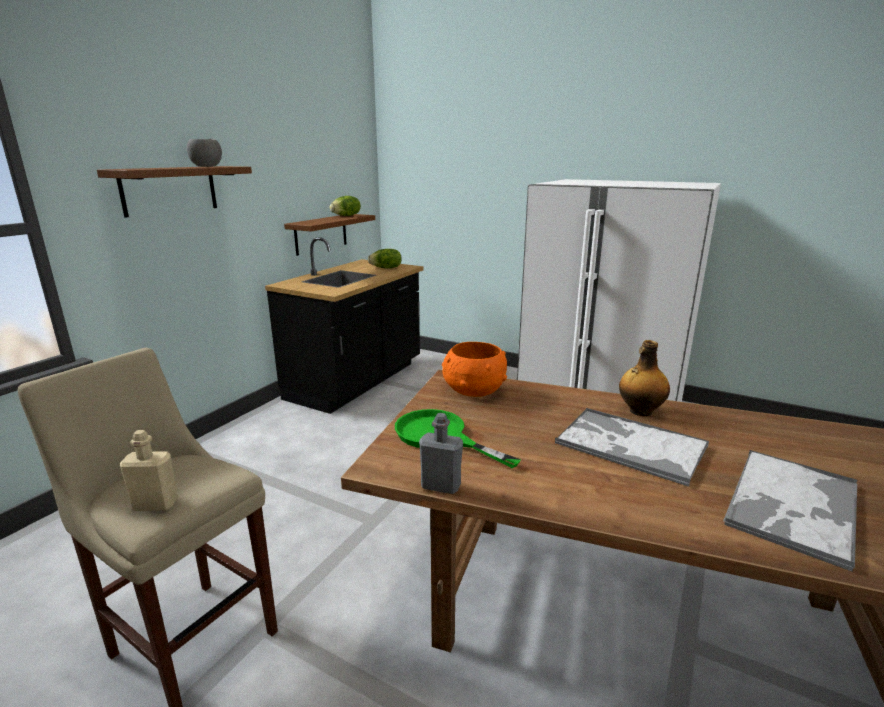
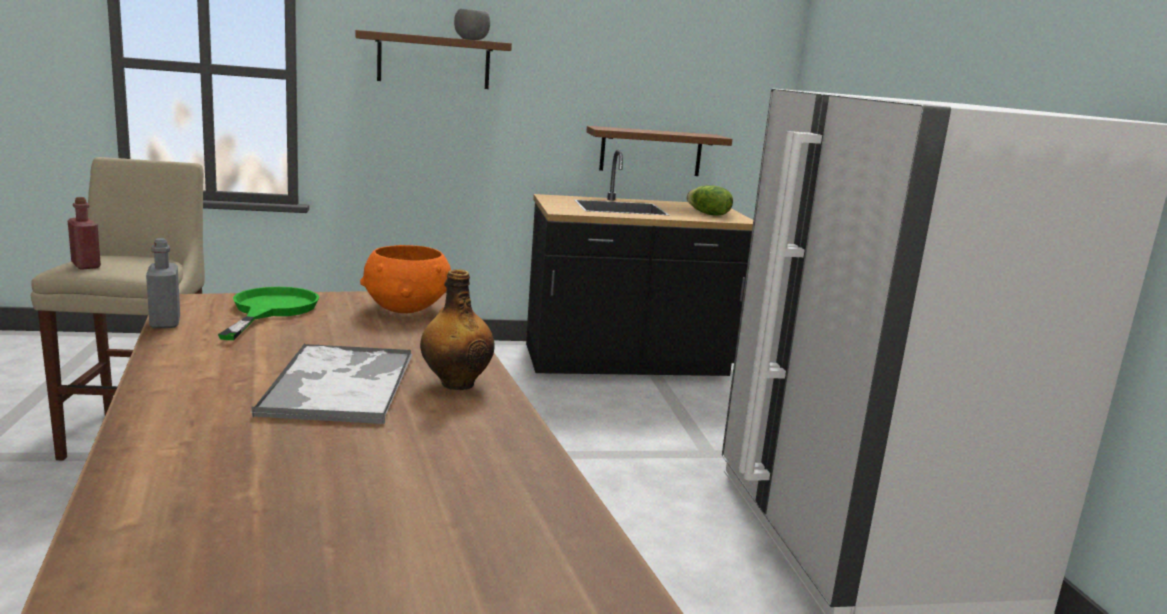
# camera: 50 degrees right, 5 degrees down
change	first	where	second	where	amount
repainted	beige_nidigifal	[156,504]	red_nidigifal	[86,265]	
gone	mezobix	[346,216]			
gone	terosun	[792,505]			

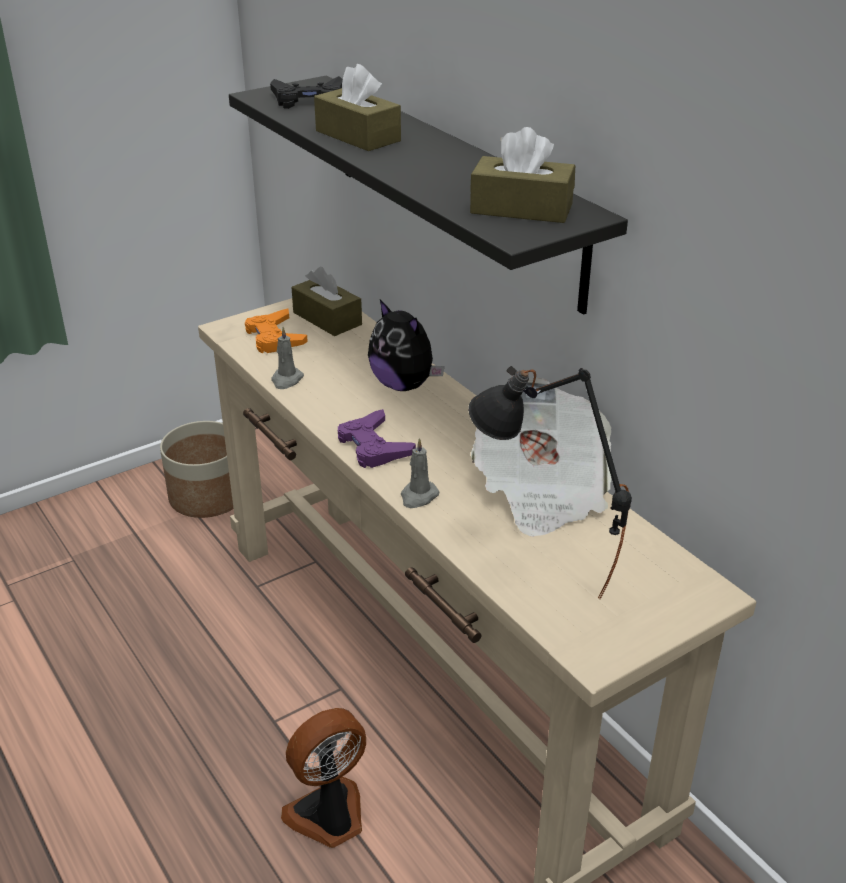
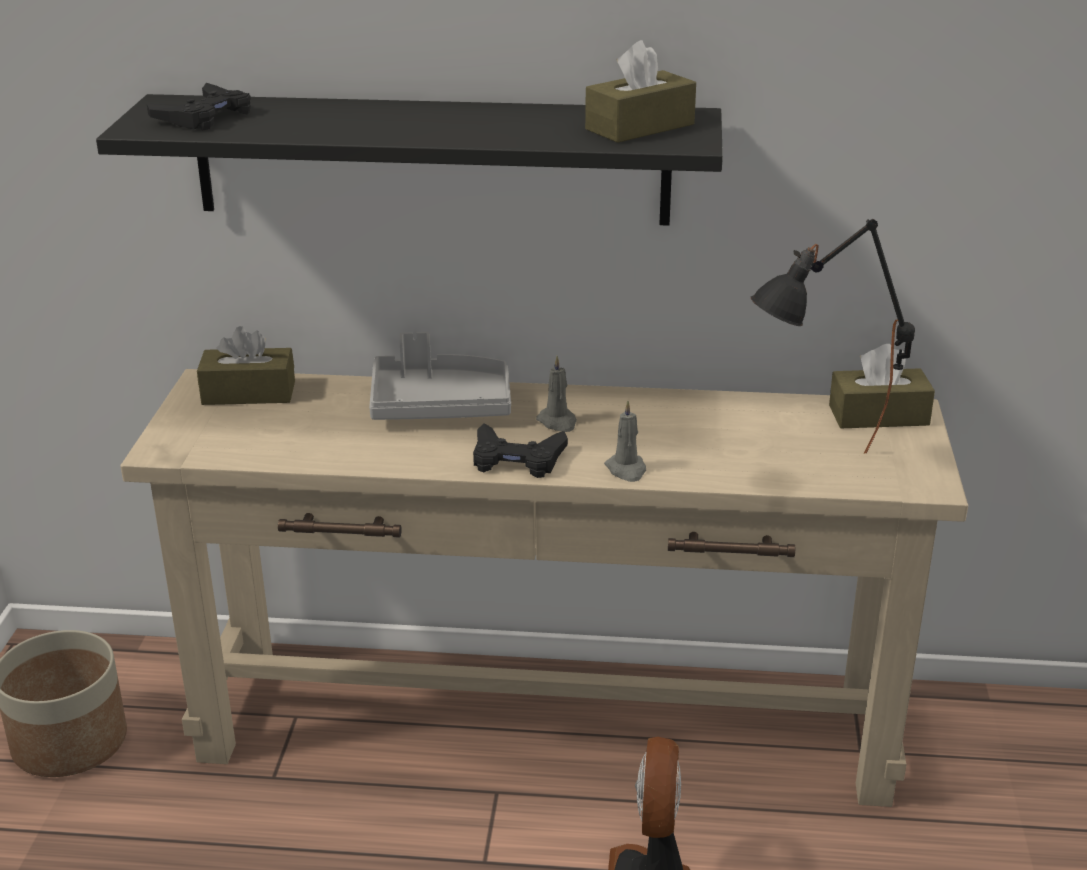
# camera: 50 degrees left, 5 degrees down
change	first	where	second	where	amount
gone	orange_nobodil	[274,338]			
shifted	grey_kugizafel	[286,380]		[558,422]	
shifted	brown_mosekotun	[358,136]		[878,415]	
repainted	purple_nobodil	[373,446]	black_nobodil	[516,459]	
swapped	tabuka	[404,385]	grey_terosun	[440,405]	
gone	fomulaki	[540,489]			

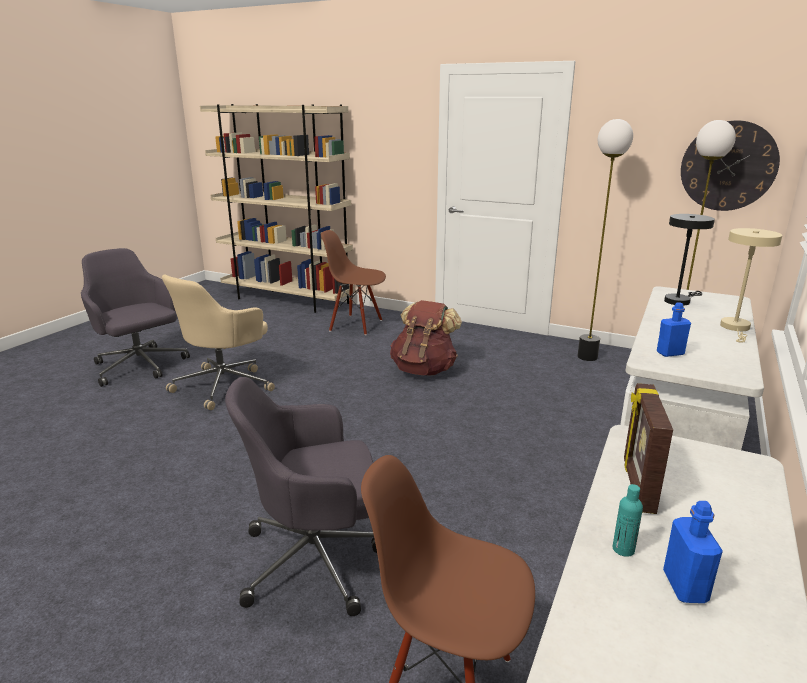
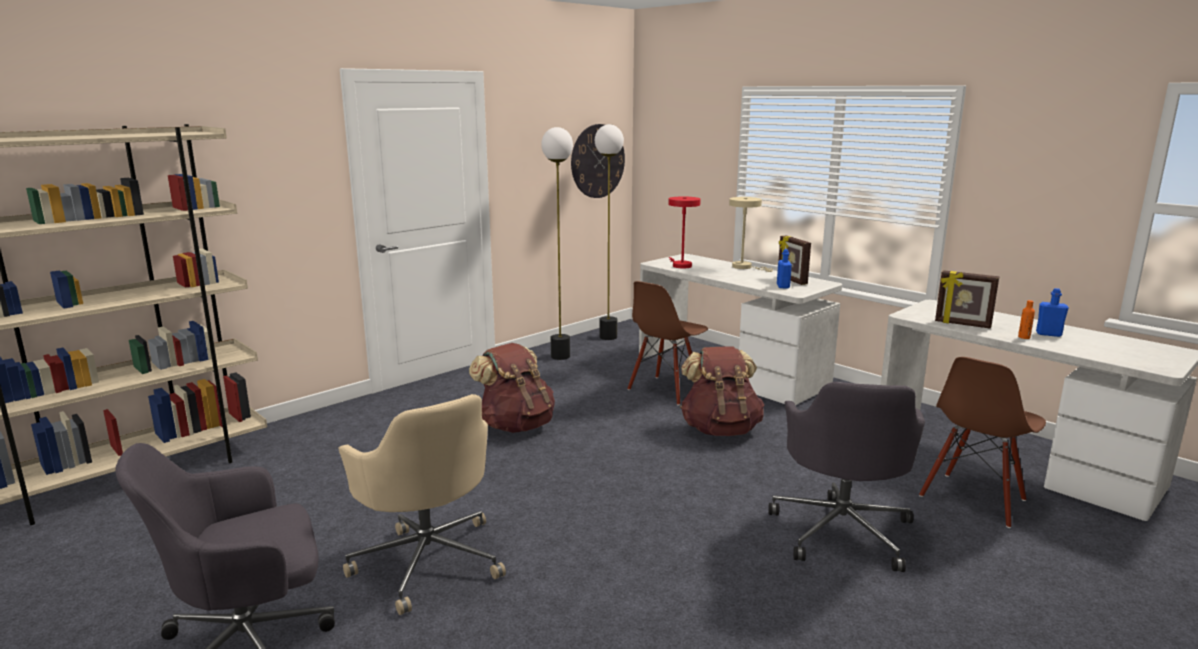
# camera: 70 degrees left, 5 degrees down
change	first	where	second	where	amount
shifted	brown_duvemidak	[356,325]		[665,390]	
repainted	turquoise_nidigifal	[623,549]	orange_nidigifal	[1024,337]	
repainted	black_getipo	[679,300]	red_getipo	[680,265]	
new			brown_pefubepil	[720,429]	
new			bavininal	[791,280]	

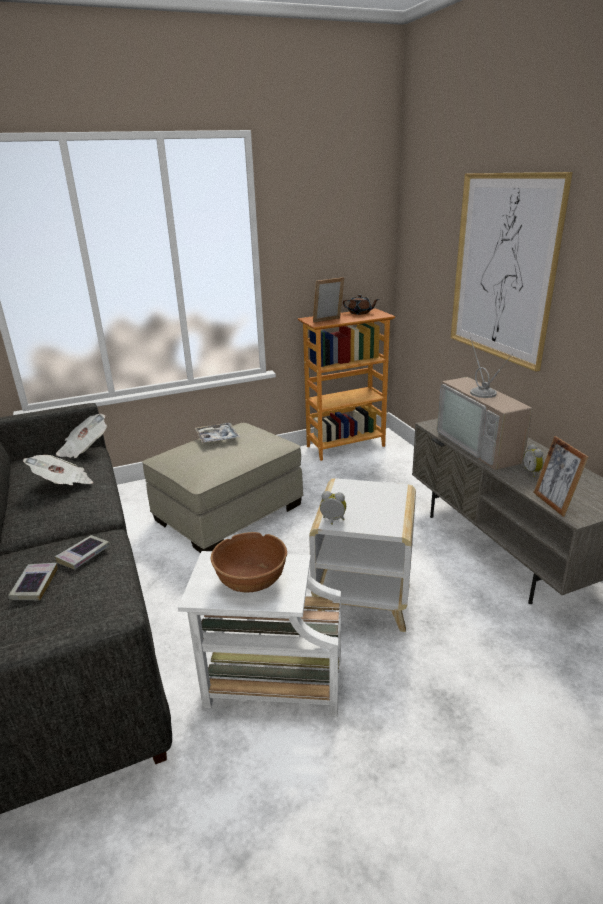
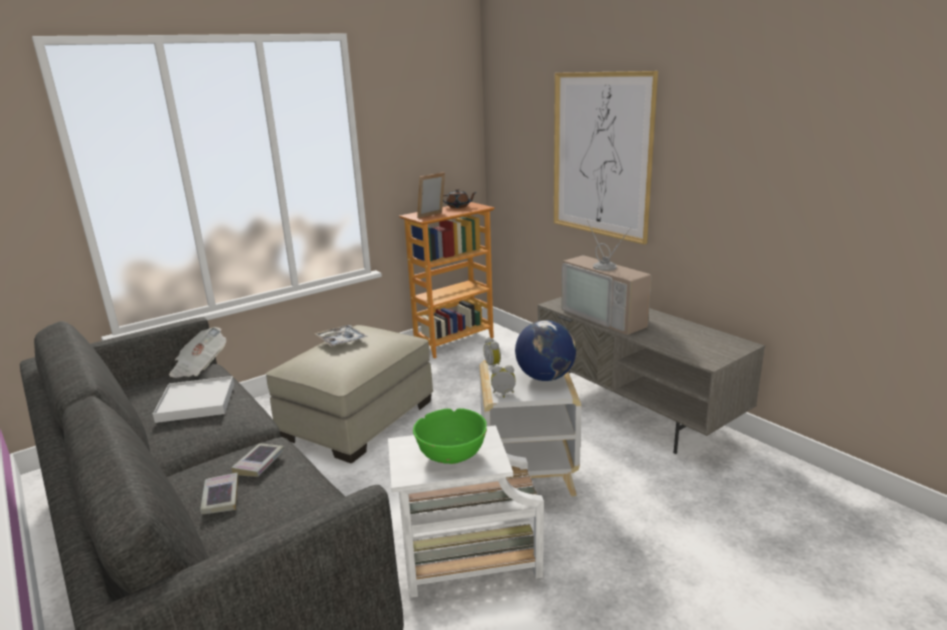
# camera: 15 degrees left, 5 degrees down
change	first	where	second	where	amount
swapped	fomulaki	[63,484]	white_terosun	[197,402]	
repainted	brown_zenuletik	[251,581]	green_zenuletik	[451,455]	
shifted	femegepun	[532,472]		[493,365]	
gone	bavininal	[553,503]			
new			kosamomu	[545,377]	

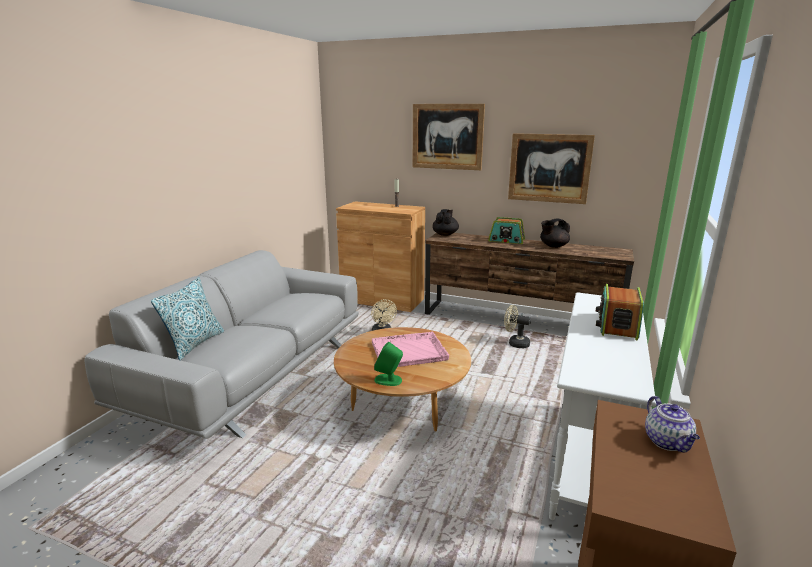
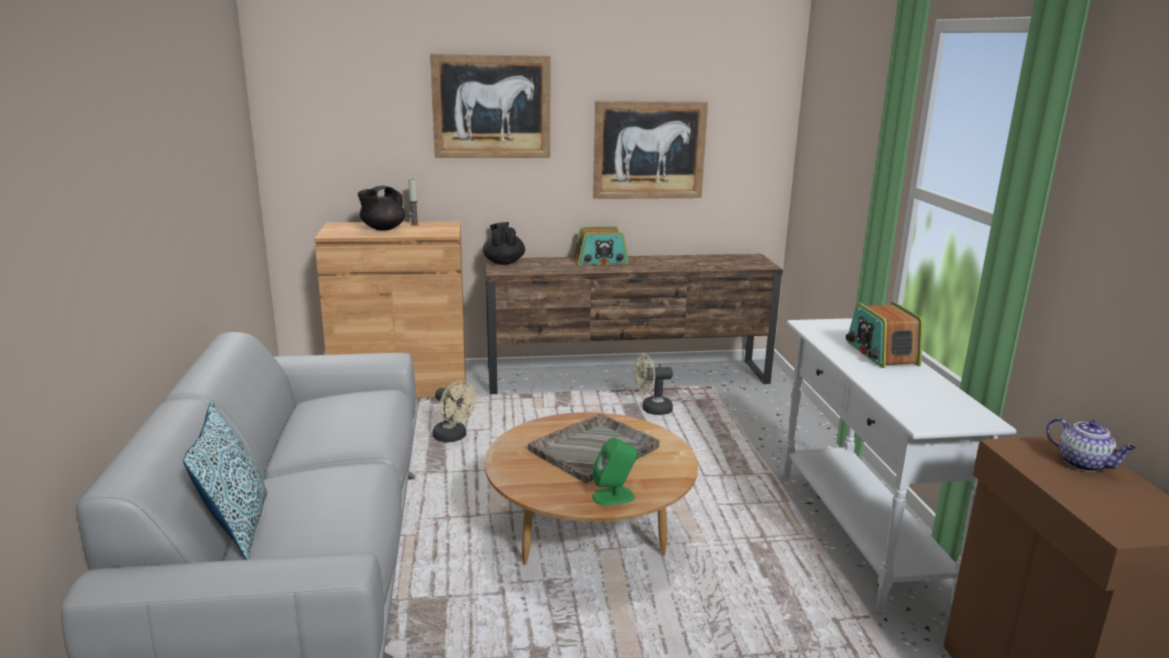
# camera: 30 degrees left, 0 degrees up
change	first	where	second	where	amount
repainted	pink_terosun	[409,351]	grey_terosun	[595,449]	
shifted	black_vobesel	[553,246]		[382,229]	

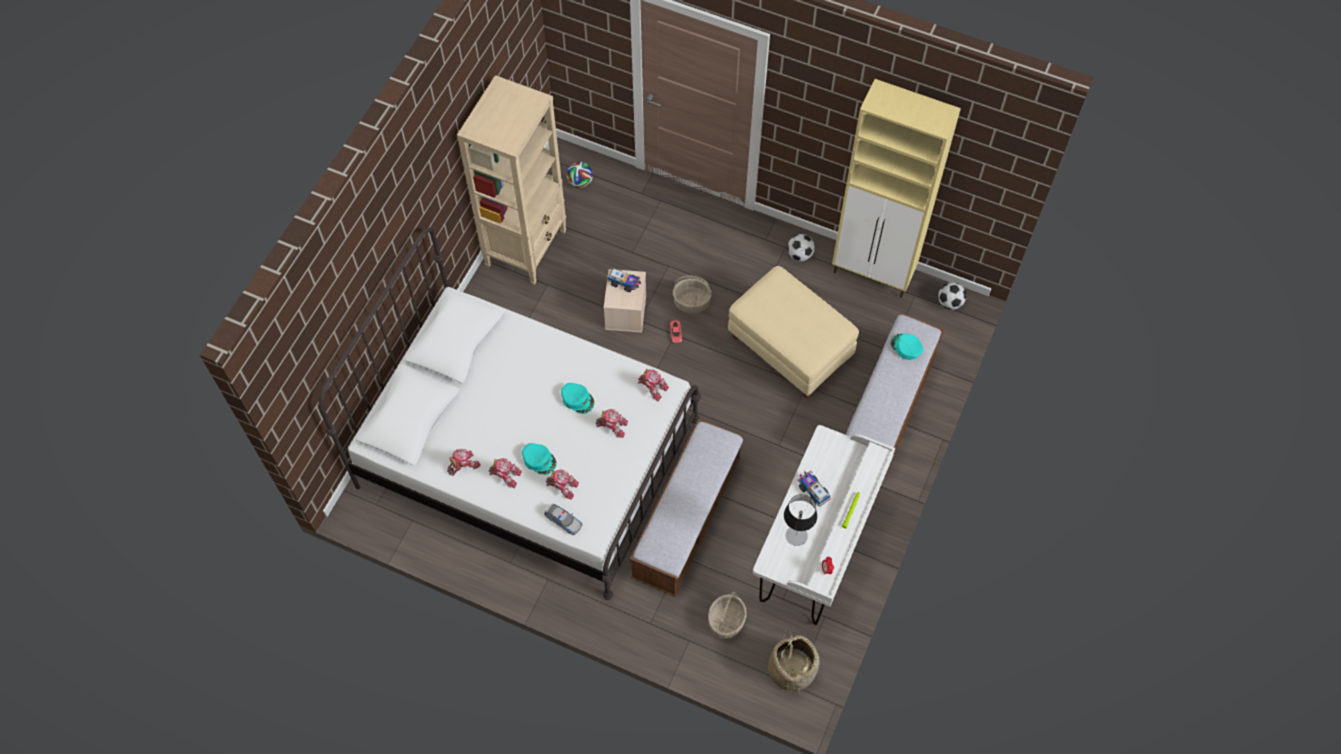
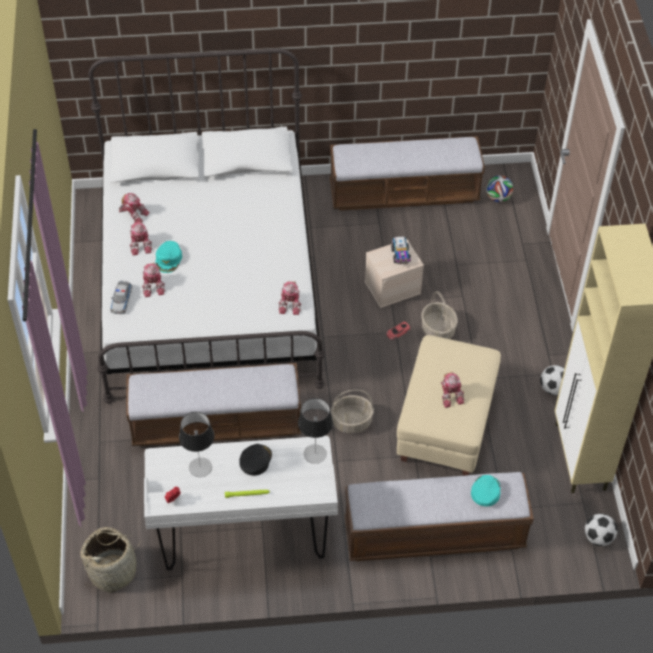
# camera: 60 degrees right, 10 degrees down
change	first	where	second	where	amount
swapped	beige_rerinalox	[526,248]	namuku	[404,193]	
gone	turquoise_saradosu	[577,399]			
shifted	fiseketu	[612,426]		[450,394]	
shifted	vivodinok	[726,621]		[351,422]	
swapped	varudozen	[813,490]	black_saradosu	[255,460]	
new			getipo	[315,454]	

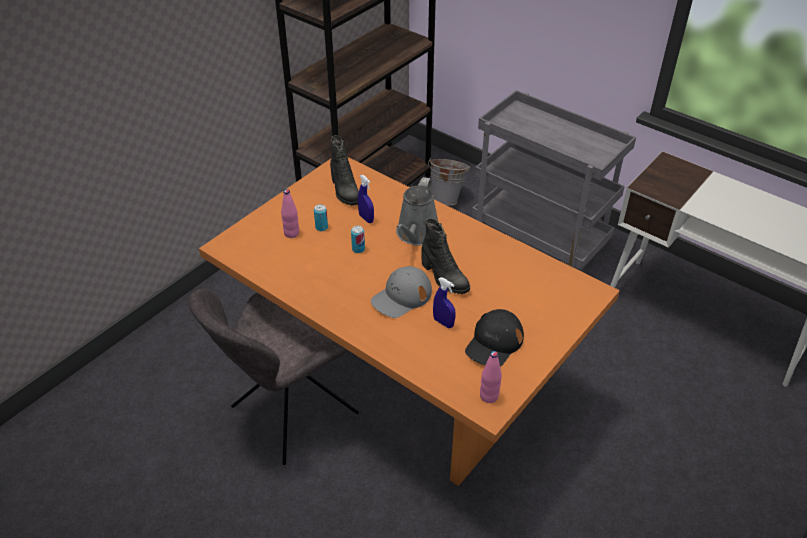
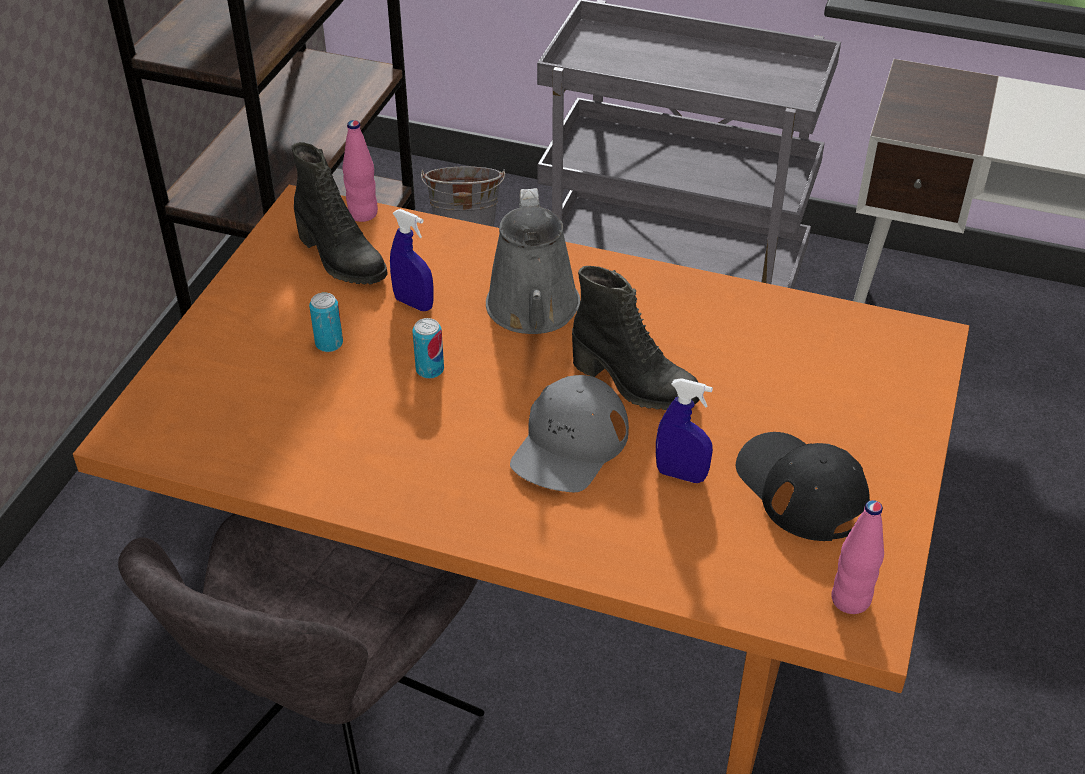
# camera: 20 degrees left, 0 degrees up
change	first	where	second	where	amount
shifted	pink_nidigifal	[291,233]		[363,214]	
rotated	black_saradosu	[494,343]		[801,488]	135 degrees clockwise

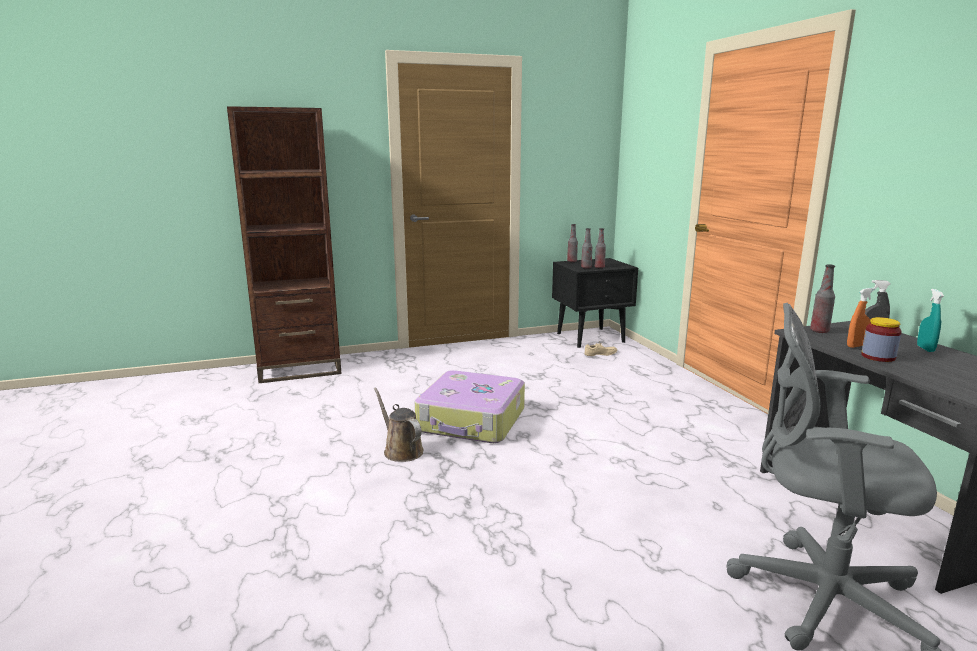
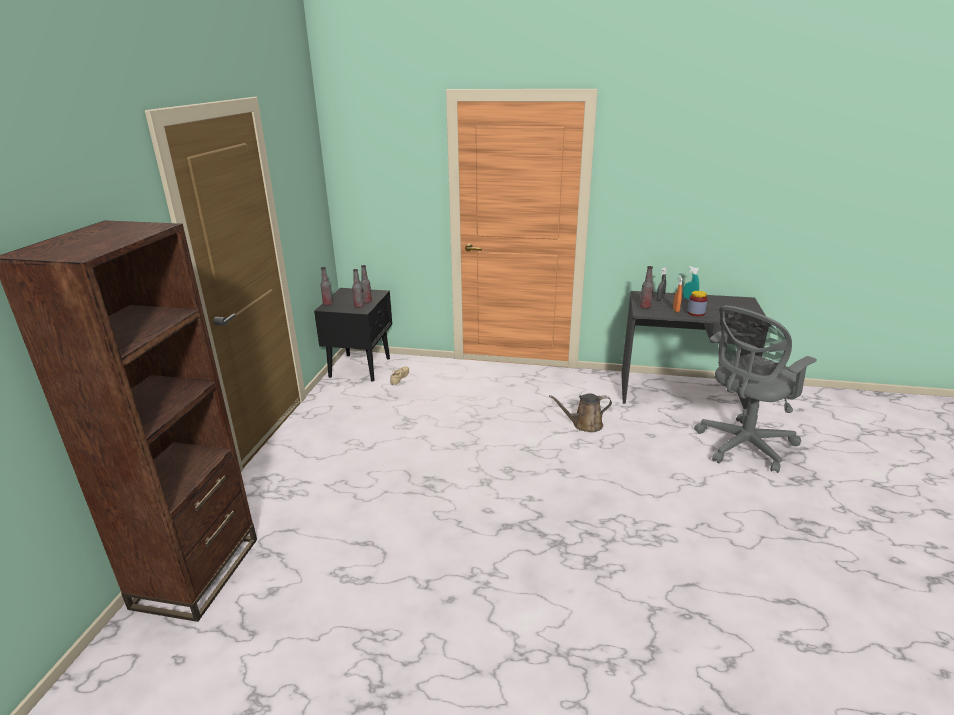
# camera: 60 degrees left, 10 degrees up
change	first	where	second	where	amount
shifted	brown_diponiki	[401,450]		[584,425]	
gone	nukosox	[472,421]			

